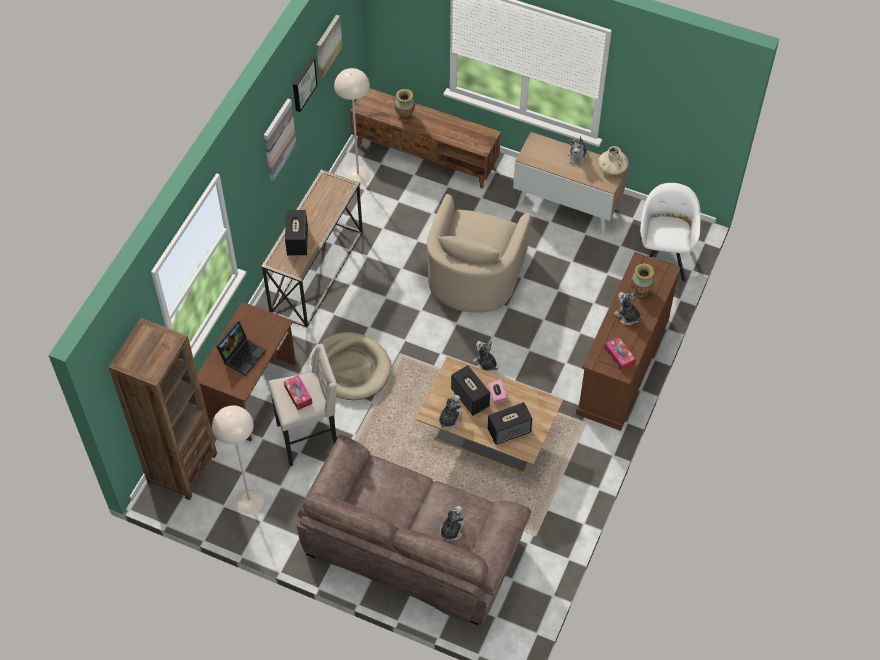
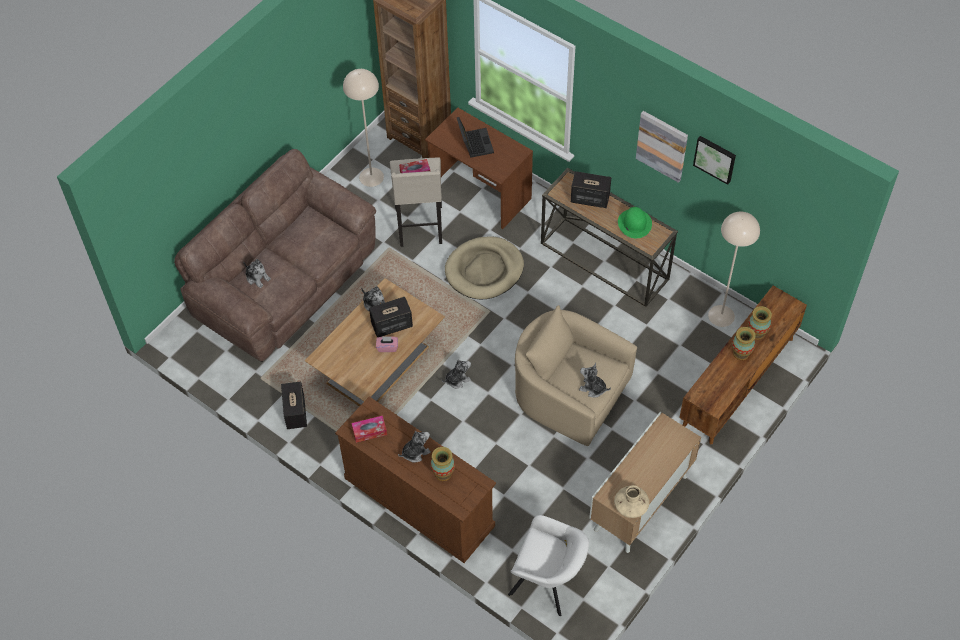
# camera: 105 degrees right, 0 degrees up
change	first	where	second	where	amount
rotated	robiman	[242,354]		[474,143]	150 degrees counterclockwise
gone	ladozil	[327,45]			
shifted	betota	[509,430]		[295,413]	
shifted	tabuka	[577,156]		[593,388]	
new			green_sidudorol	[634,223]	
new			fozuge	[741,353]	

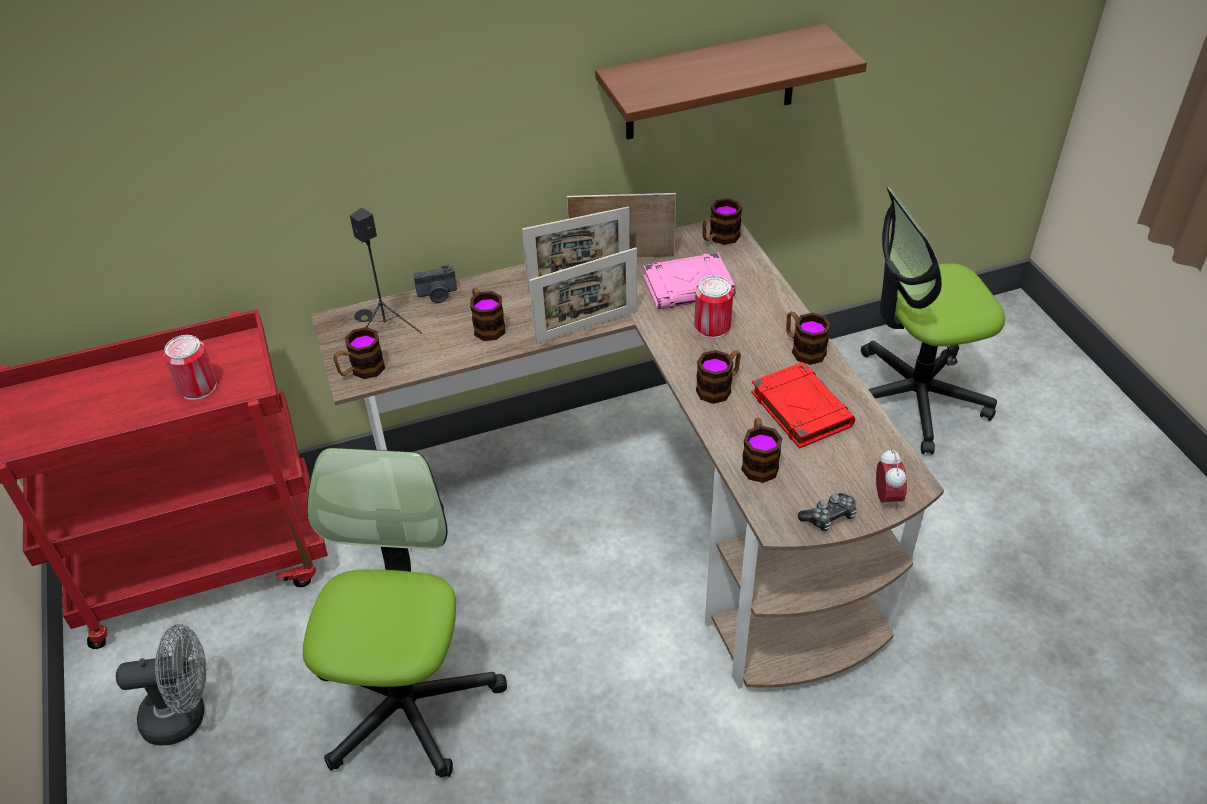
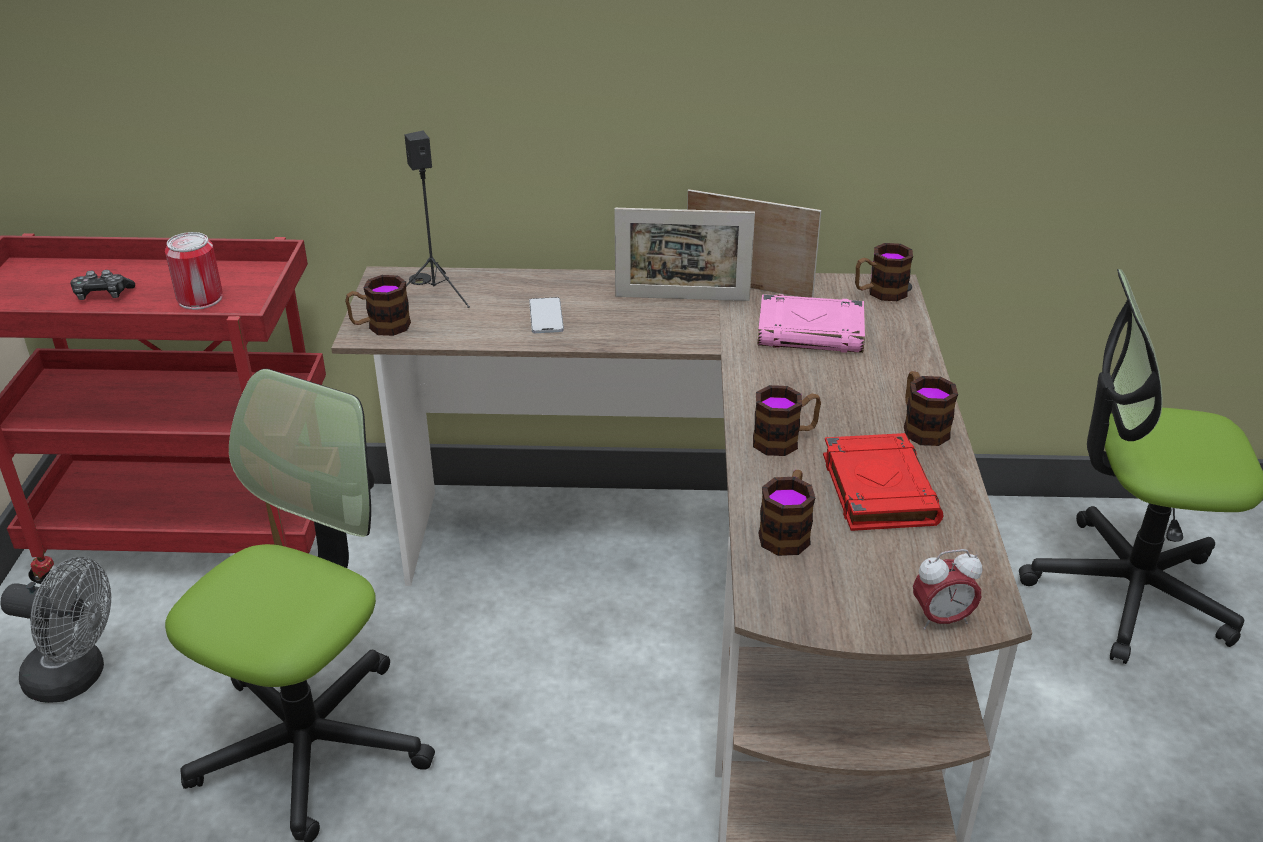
# camera: 20 degrees right, 10 degrees down
change	first	where	second	where	amount
gone	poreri	[437,295]			
swapped	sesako	[486,325]	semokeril	[546,317]	
gone	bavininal	[586,327]			
gone	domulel	[711,83]			
gone	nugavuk	[712,326]			
shifted	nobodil	[829,517]		[102,295]	
rotated	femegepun	[887,498]		[941,619]	60 degrees clockwise

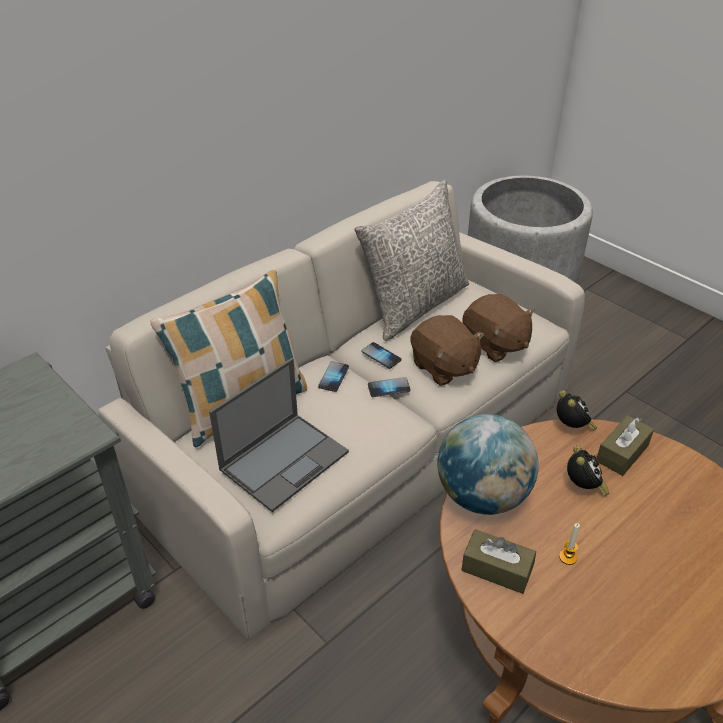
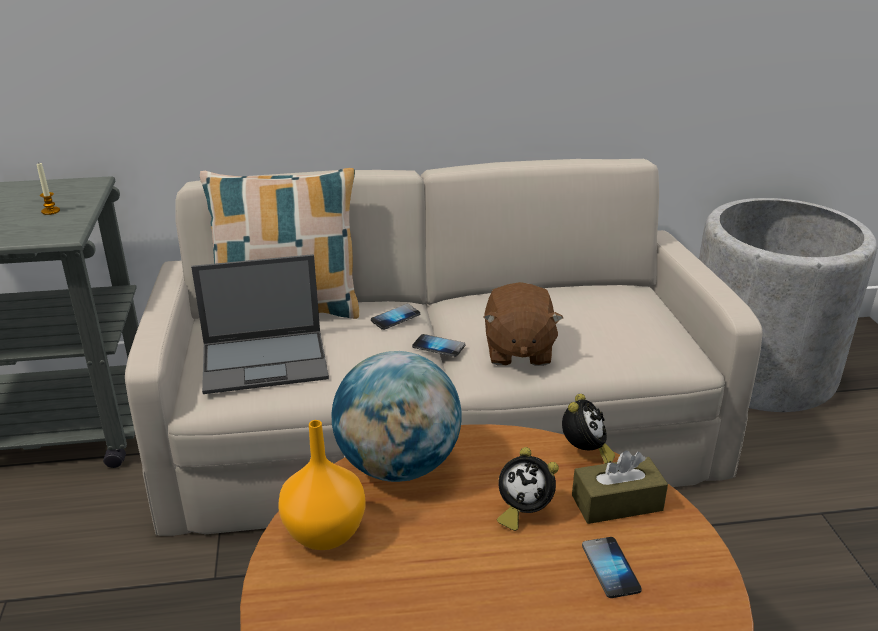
# camera: 35 degrees right, 10 degrees down
change	first	where	second	where	amount
gone	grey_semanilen	[414,305]			
shifted	semokeril	[381,356]		[610,568]	
gone	brown_tabuka	[494,345]			
swapped	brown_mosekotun	[496,569]	orange_fozuge	[326,534]	
shifted	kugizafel	[568,557]		[50,211]	
rotated	femegepun	[583,487]		[523,512]	75 degrees clockwise

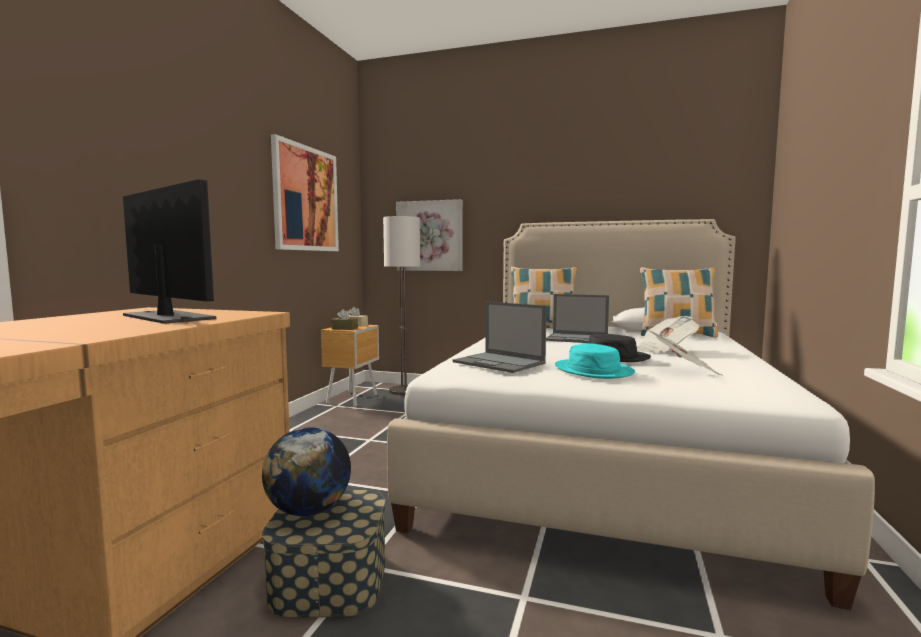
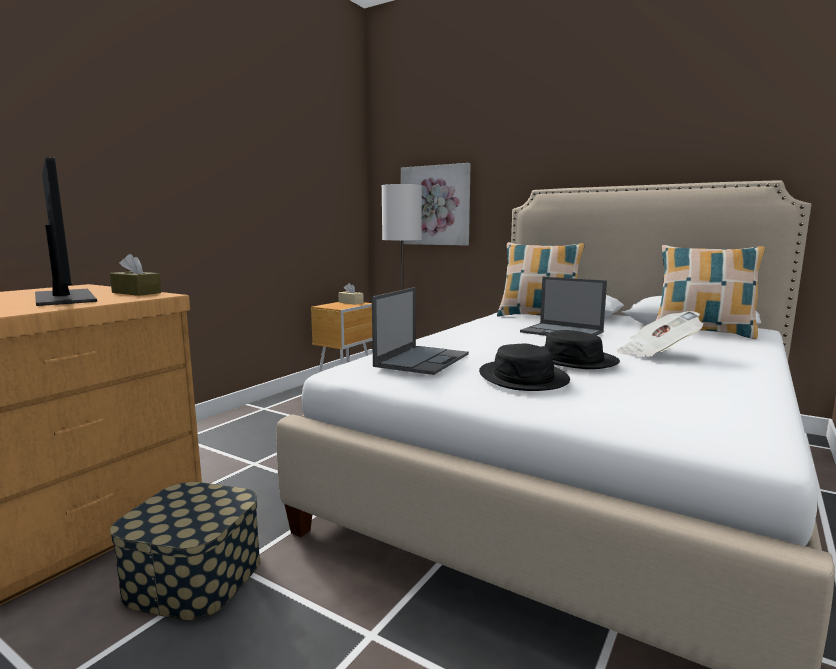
# camera: 15 degrees right, 5 degrees up
change	first	where	second	where	amount
gone	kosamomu	[309,511]			
gone	ladozil	[306,199]			
shifted	brown_mosekotun	[344,328]		[136,293]	
rotated	robiman	[500,363]		[422,360]	120 degrees counterclockwise
repainted	turquoise_sidudorol	[593,370]	black_sidudorol	[523,377]	
gone	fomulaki	[683,371]			

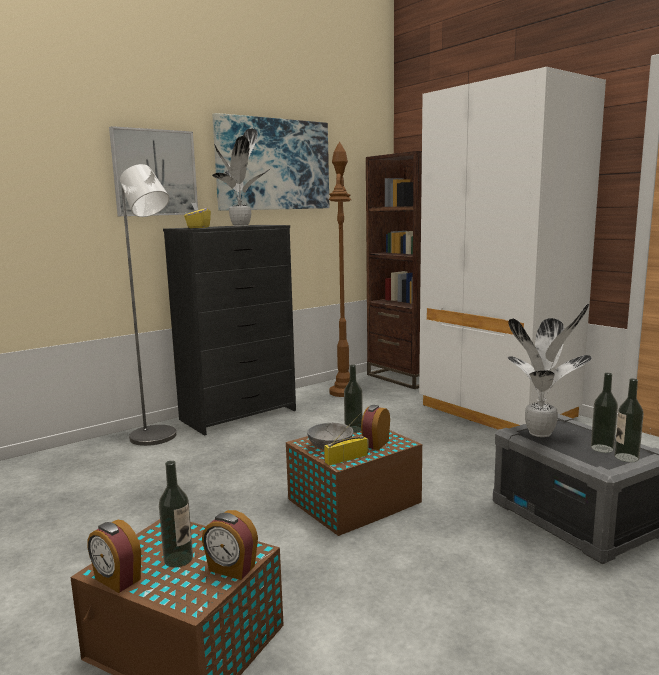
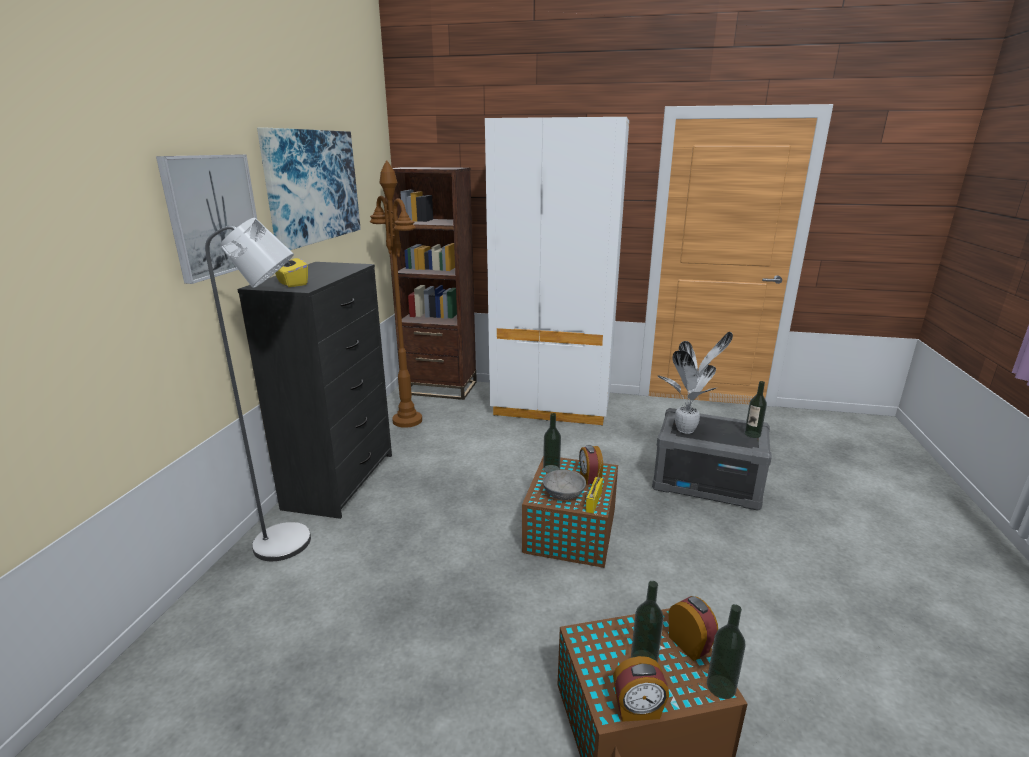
# camera: 40 degrees left, 10 degrees up
change	first	where	second	where	amount
rotated	femegepun	[231,569]		[689,644]	105 degrees counterclockwise
gone	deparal	[242,226]			
shifted	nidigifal	[602,448]		[721,686]	

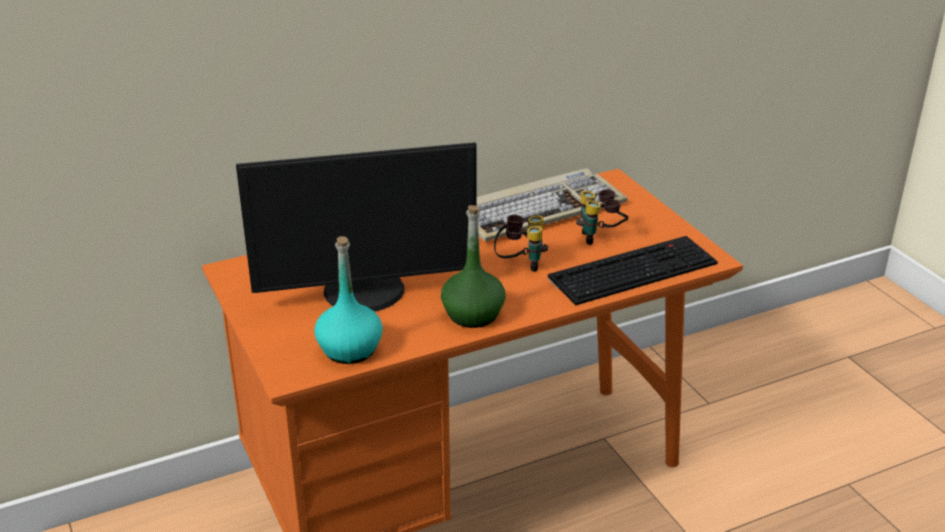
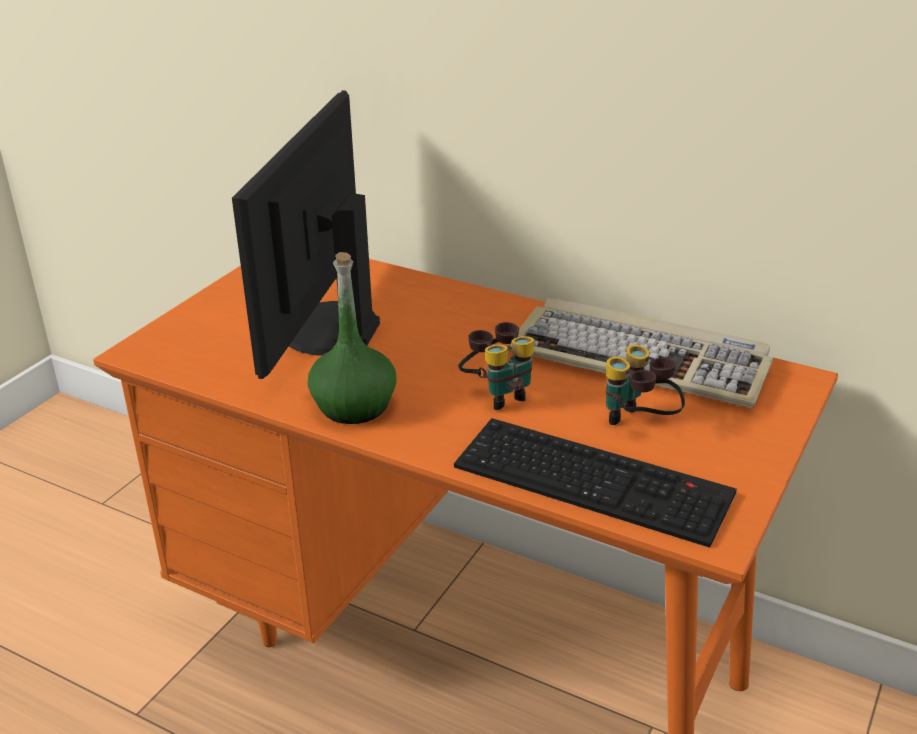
# camera: 55 degrees right, 0 degrees up
change	first	where	second	where	amount
rotated	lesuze	[365,293]		[326,329]	60 degrees clockwise
gone	turquoise_nidigifal	[350,349]			

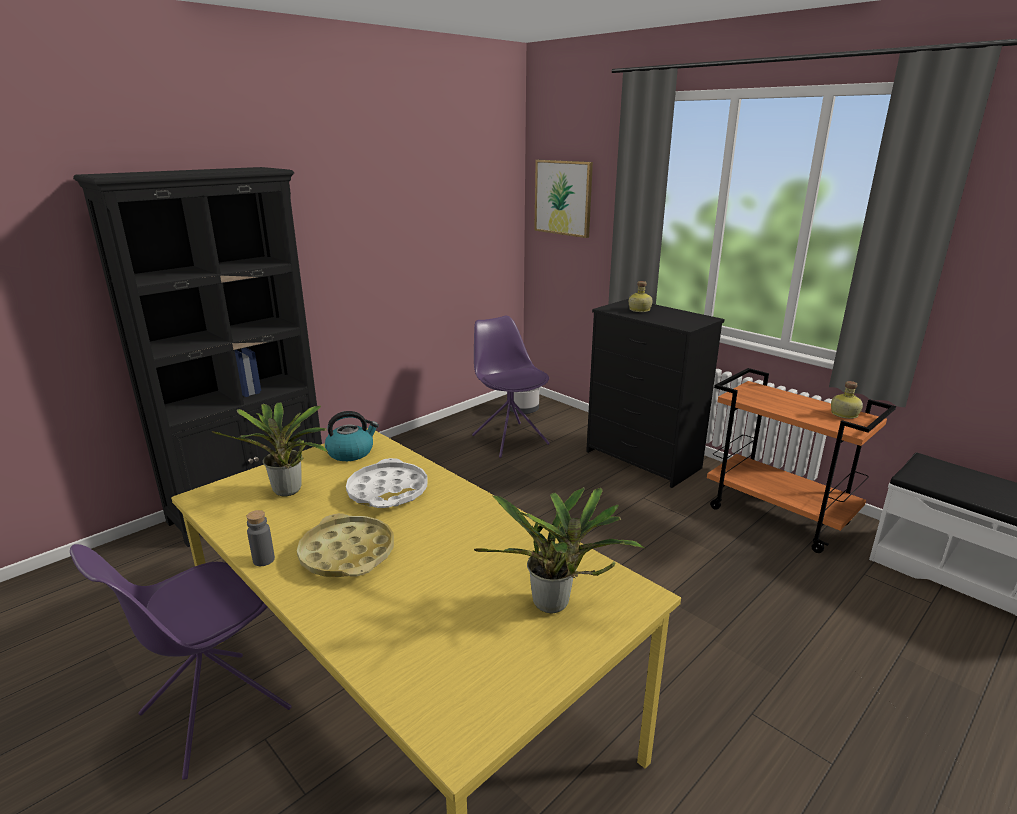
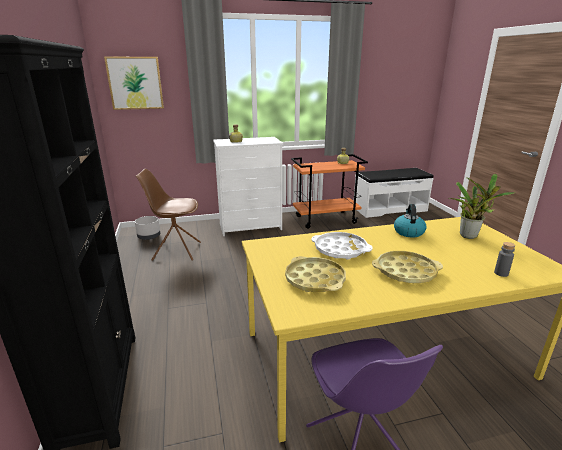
# camera: 60 degrees left, 0 degrees up
change	first	where	second	where	amount
swapped	deparal	[289,492]	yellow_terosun	[315,279]	
shifted	grey_nidigifal	[264,560]		[501,273]	
shifted	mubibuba	[351,452]		[408,232]	
repainted	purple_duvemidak	[509,439]	brown_duvemidak	[176,251]	
repainted	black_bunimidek	[643,460]	white_bunimidek	[251,227]	

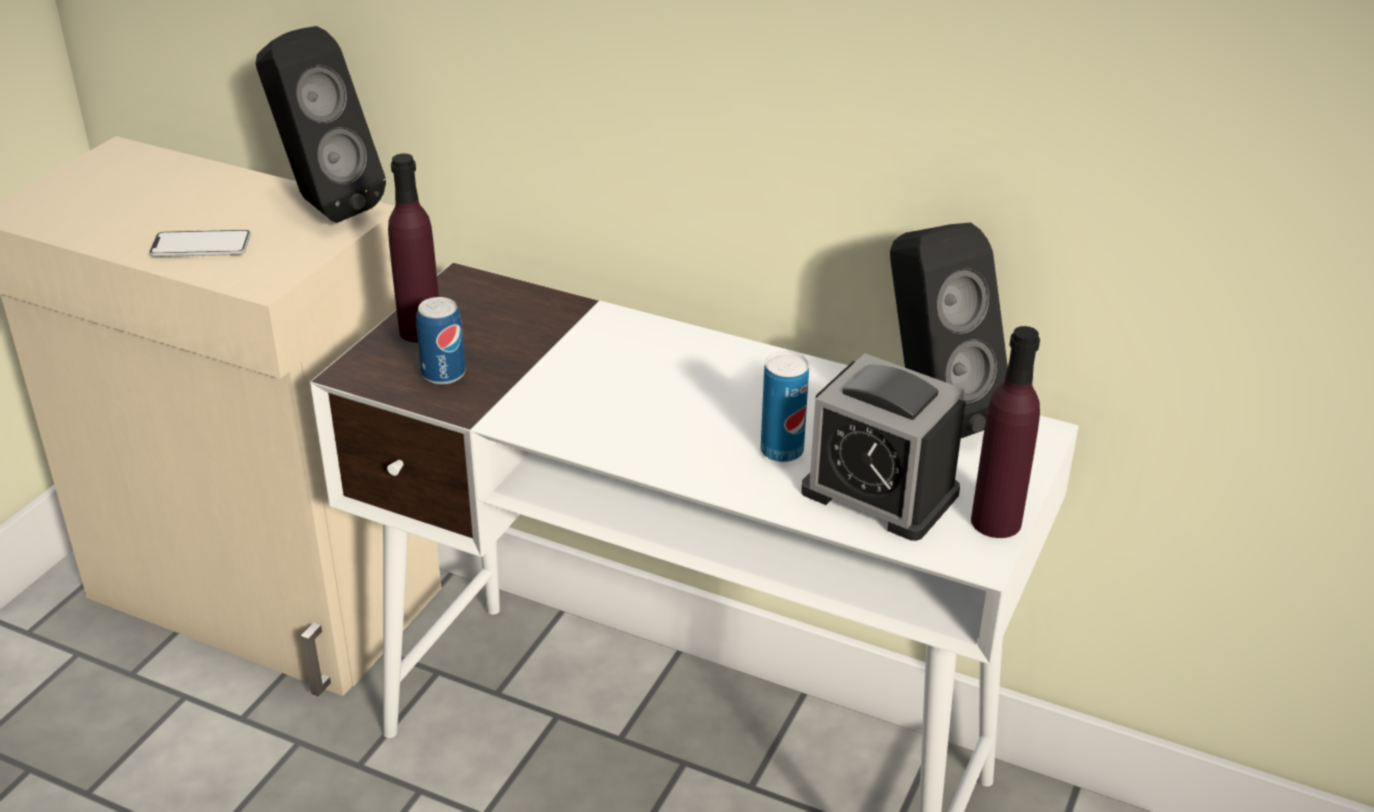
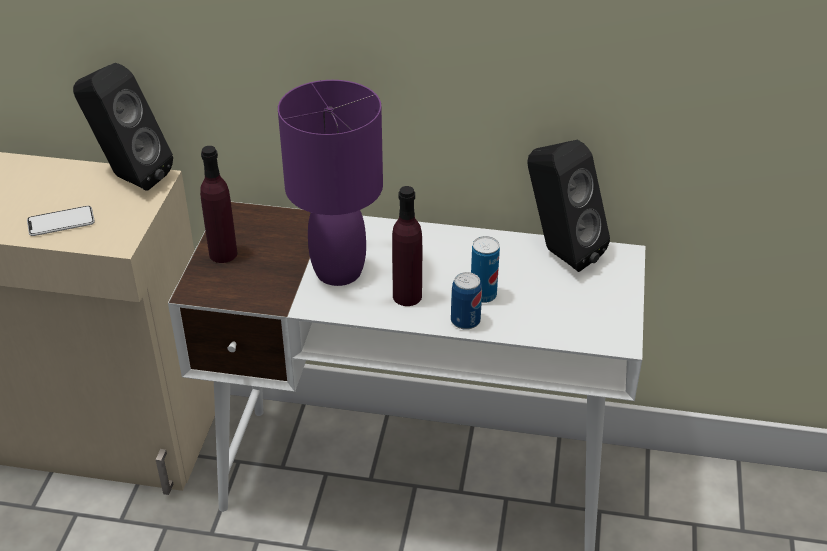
# camera: 15 degrees left, 5 degrees up
change	first	where	second	where	amount
shifted	nugavuk	[443,374]		[465,321]	
gone	femegepun	[879,492]			
shifted	purple_nidigifal	[996,522]		[407,296]	
new			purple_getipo	[339,271]	

